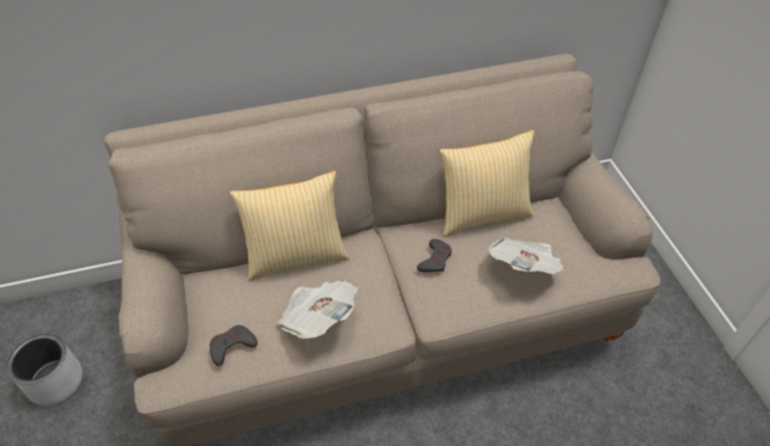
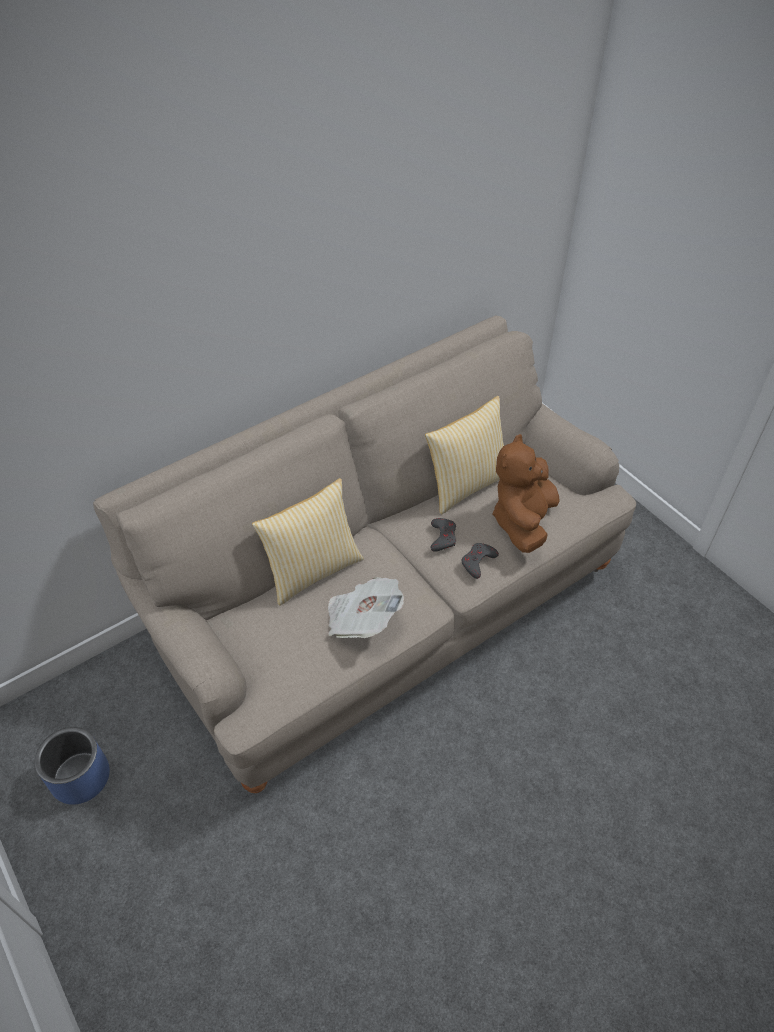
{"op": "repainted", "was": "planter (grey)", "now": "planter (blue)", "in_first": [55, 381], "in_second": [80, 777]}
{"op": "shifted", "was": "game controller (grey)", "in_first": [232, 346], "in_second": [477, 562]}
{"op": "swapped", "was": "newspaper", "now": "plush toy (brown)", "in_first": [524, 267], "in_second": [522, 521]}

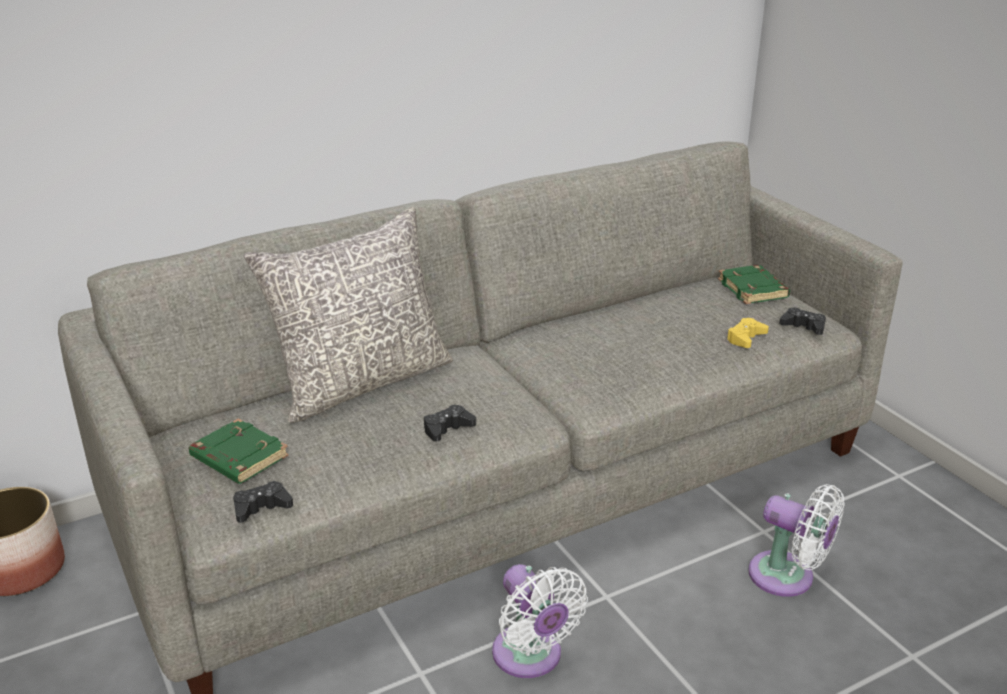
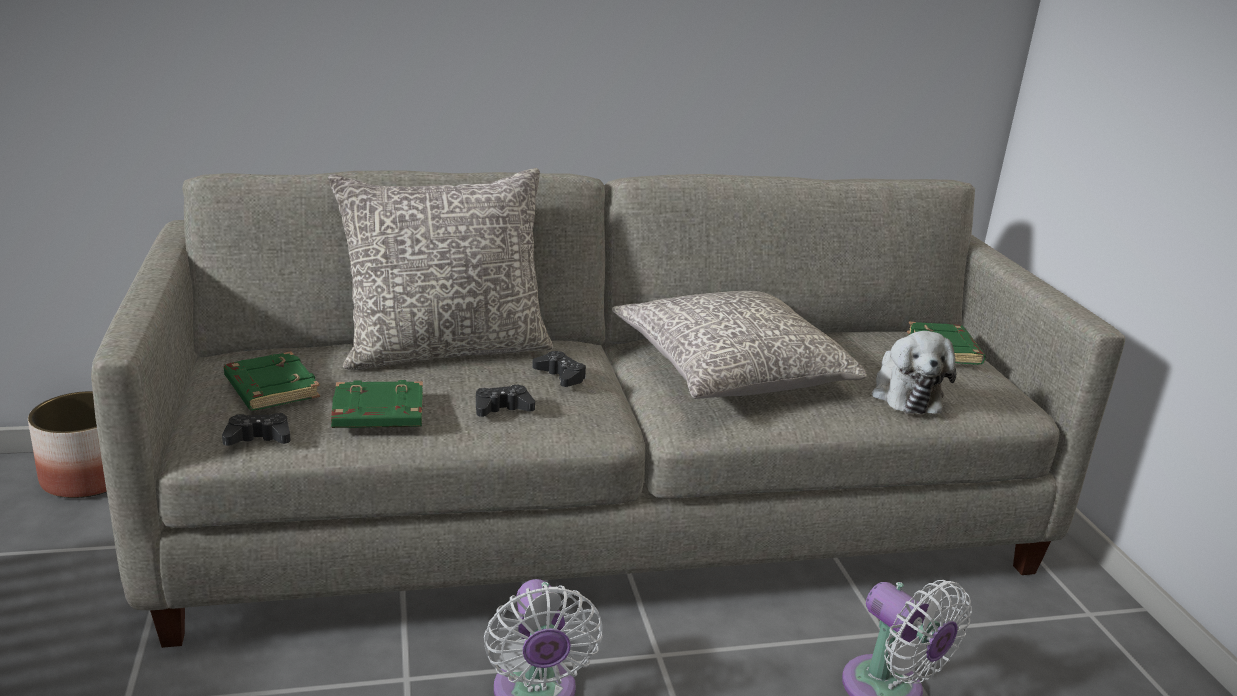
{"op": "swapped", "was": "game controller (yellow)", "now": "plush toy", "in_first": [745, 338], "in_second": [905, 394]}
{"op": "shifted", "was": "game controller (black)", "in_first": [803, 326], "in_second": [560, 376]}
{"op": "new", "now": "book (green)", "in_second": [377, 414]}
{"op": "new", "now": "pillow (grey)", "in_second": [729, 370]}

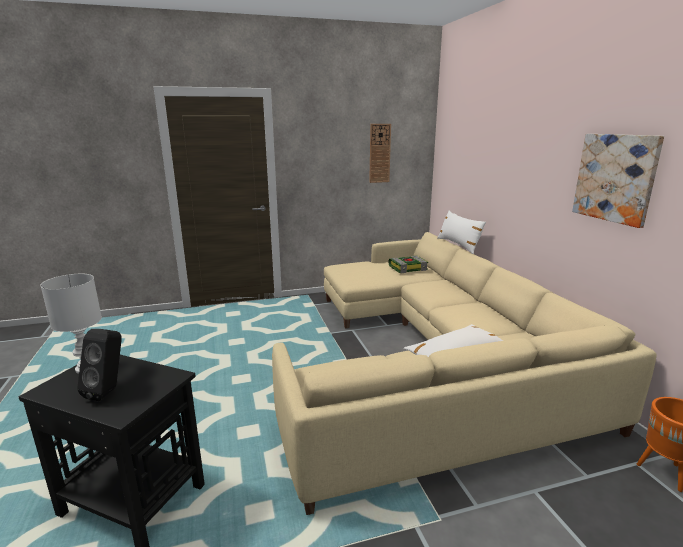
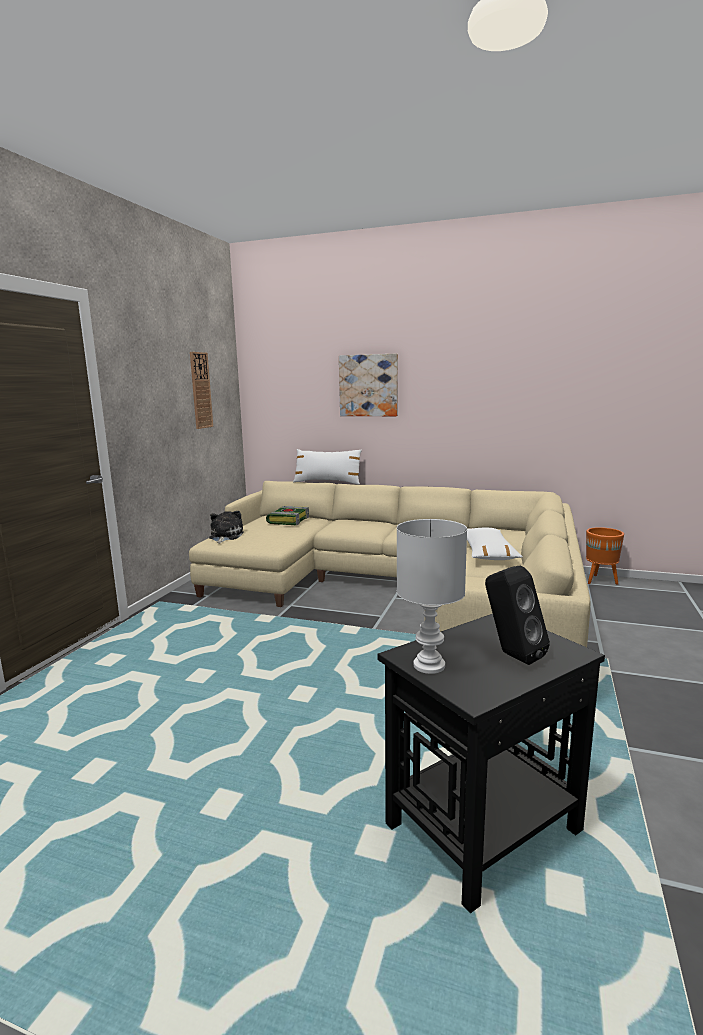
{"op": "shifted", "was": "picture", "in_first": [615, 178], "in_second": [368, 385]}
{"op": "new", "now": "plush toy", "in_second": [225, 536]}

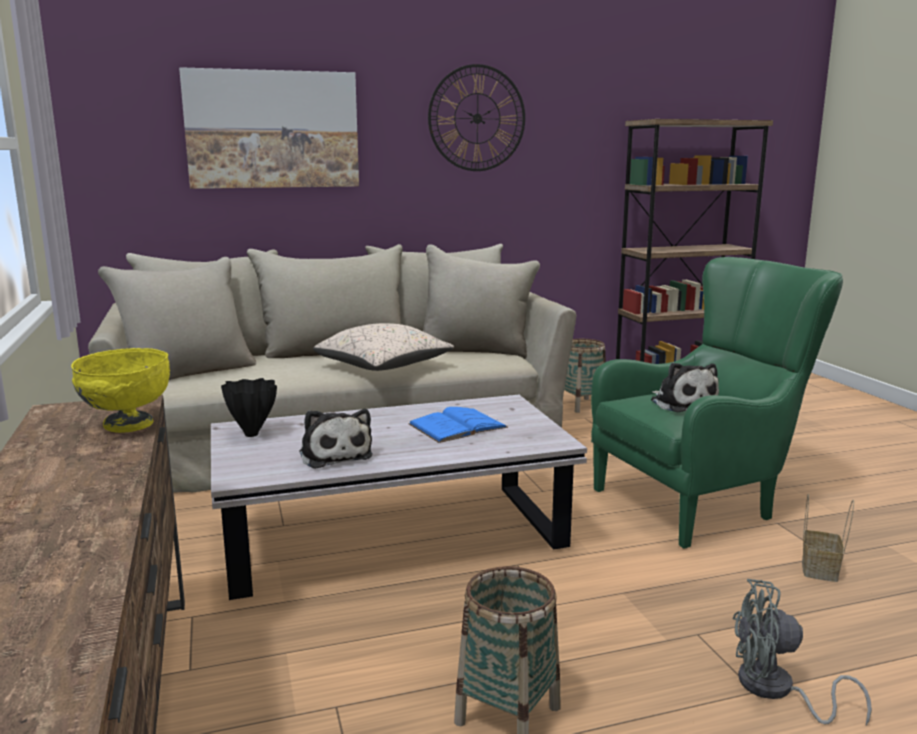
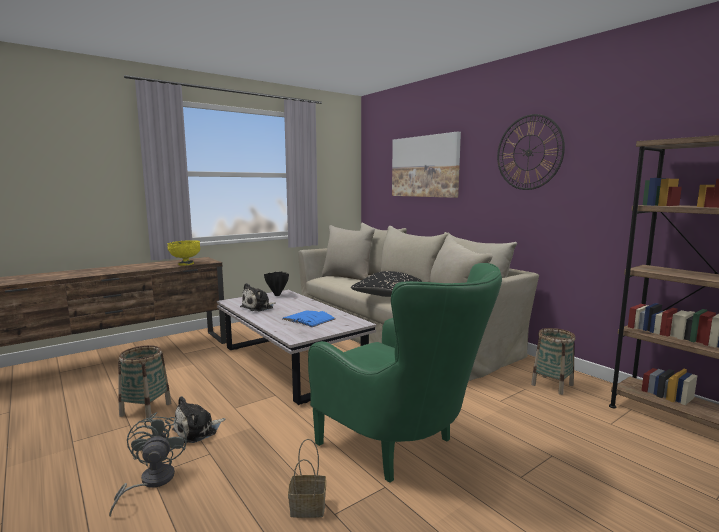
{"op": "repainted", "was": "pillow (beige)", "now": "pillow (black)", "in_first": [384, 367], "in_second": [387, 296]}
{"op": "shifted", "was": "plush toy", "in_first": [682, 403], "in_second": [197, 430]}

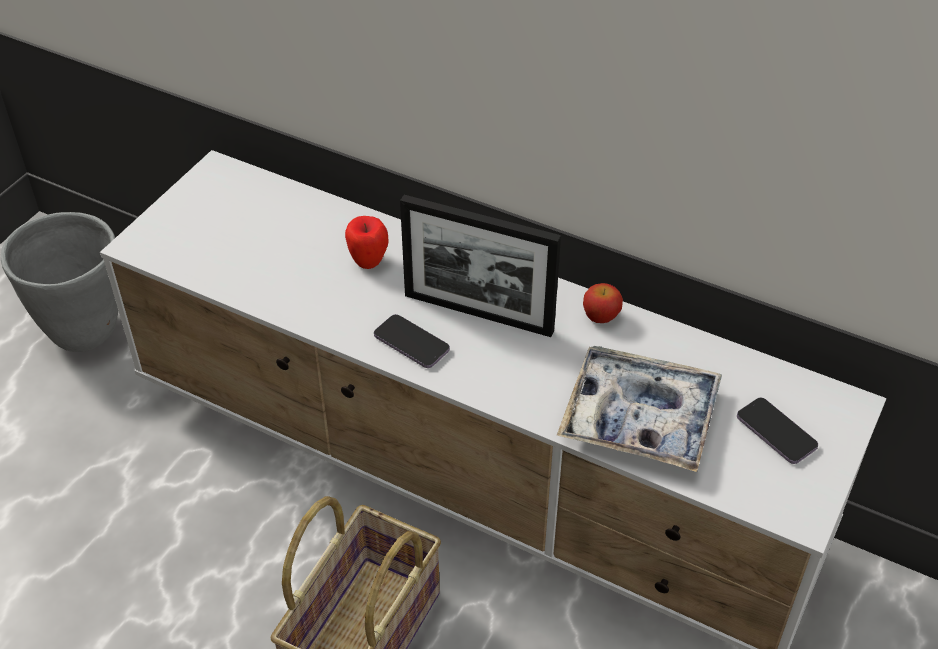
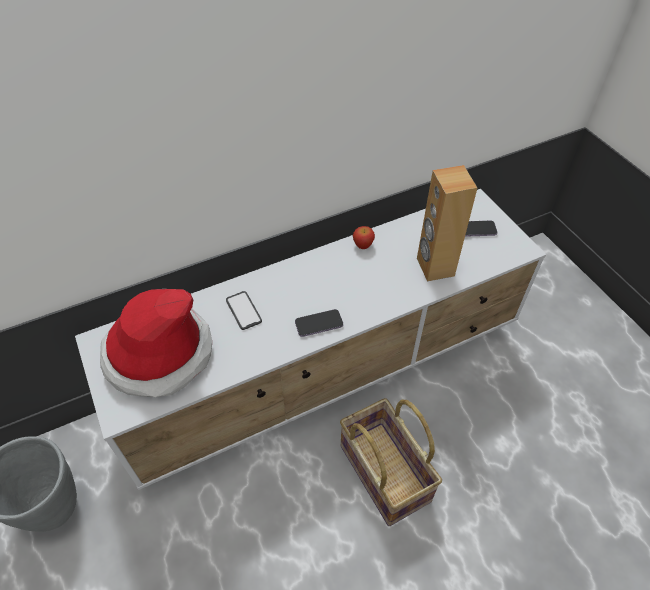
{"op": "swapped", "was": "apple", "now": "phone", "in_first": [368, 261], "in_second": [243, 310]}
{"op": "gone", "was": "picture frame", "in_first": [478, 313]}
{"op": "swapped", "was": "tray", "now": "speaker (brown)", "in_first": [639, 418], "in_second": [434, 267]}
{"op": "new", "now": "hat", "in_second": [158, 353]}

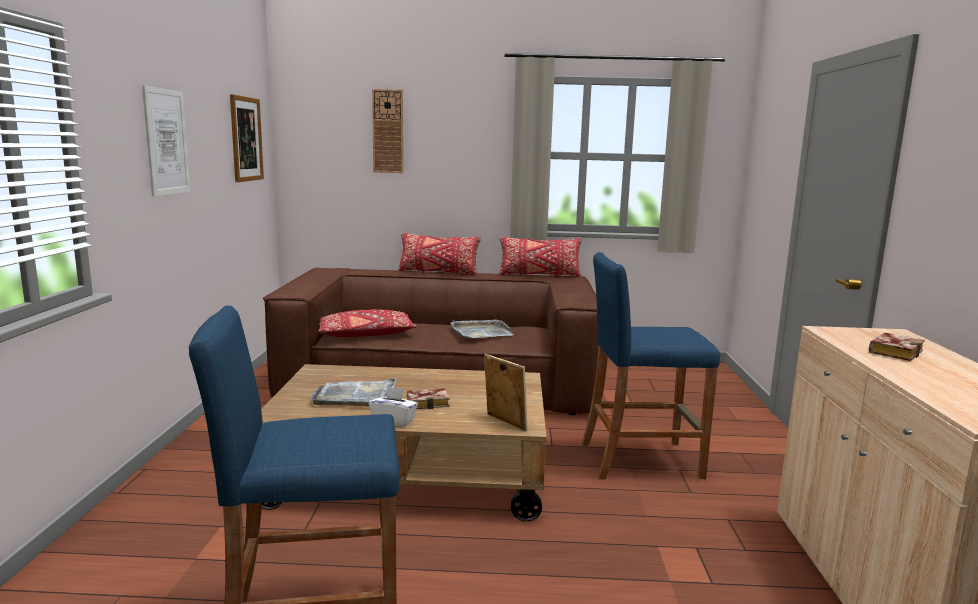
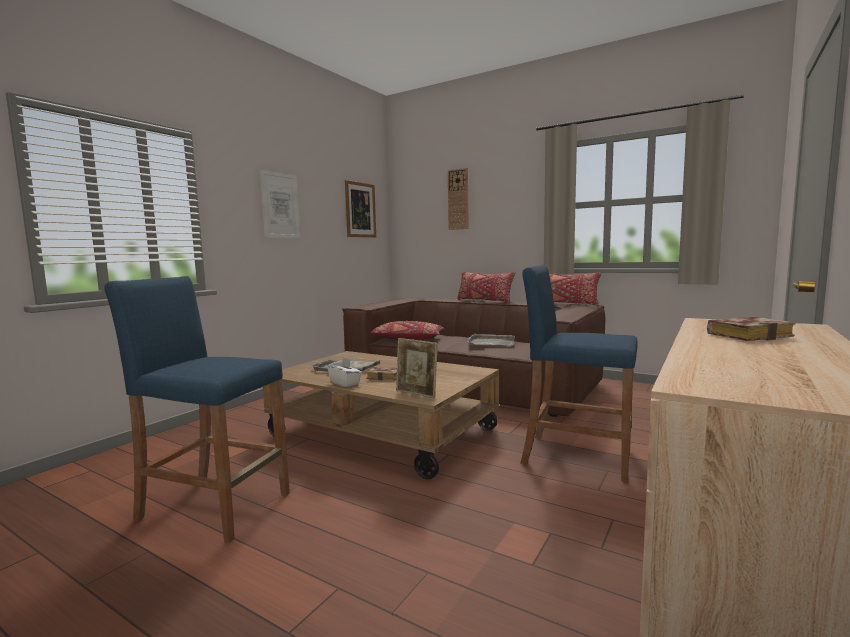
{"op": "rotated", "was": "picture frame", "in_first": [504, 423], "in_second": [416, 394], "clockwise": 135}

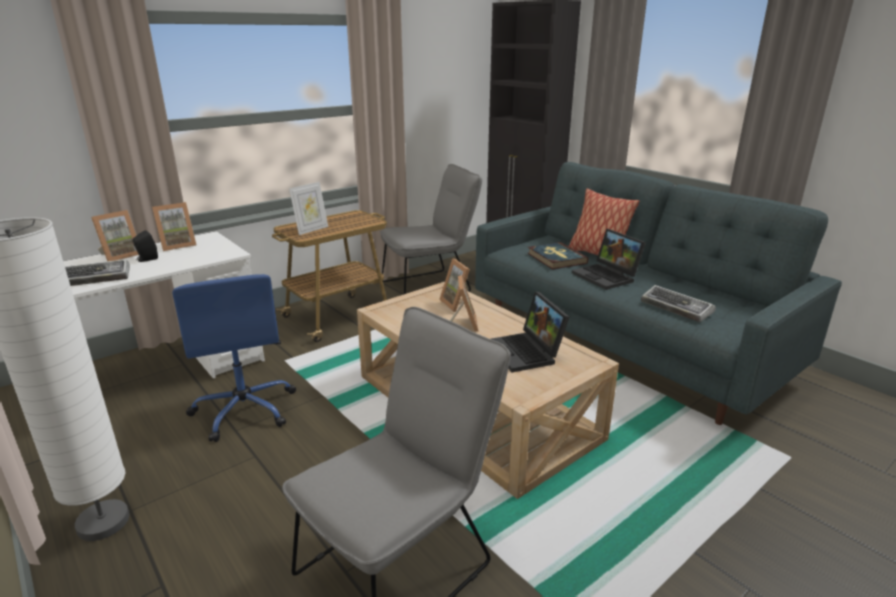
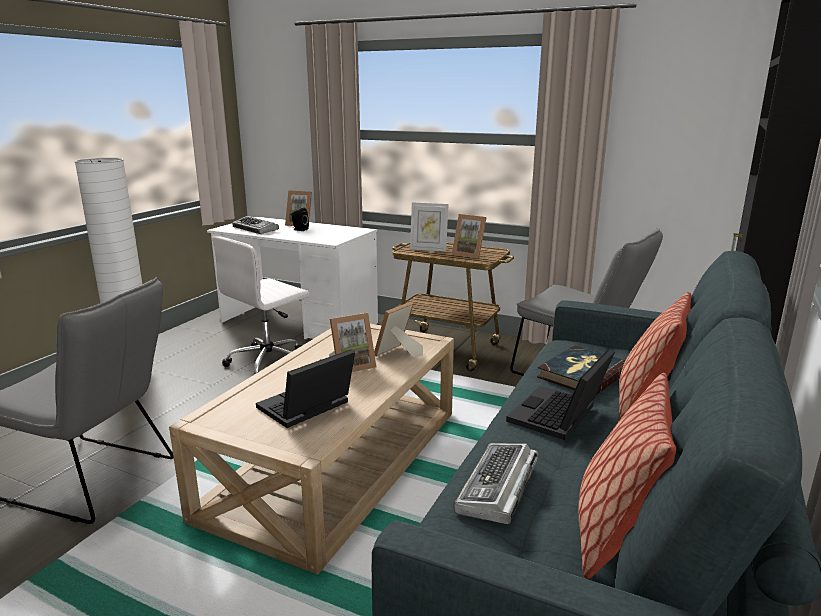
{"op": "shifted", "was": "picture frame", "in_first": [177, 245], "in_second": [469, 254]}
{"op": "repainted", "was": "office chair (blue)", "now": "office chair (white)", "in_first": [245, 409], "in_second": [270, 362]}
{"op": "new", "now": "pillow", "in_second": [615, 531]}

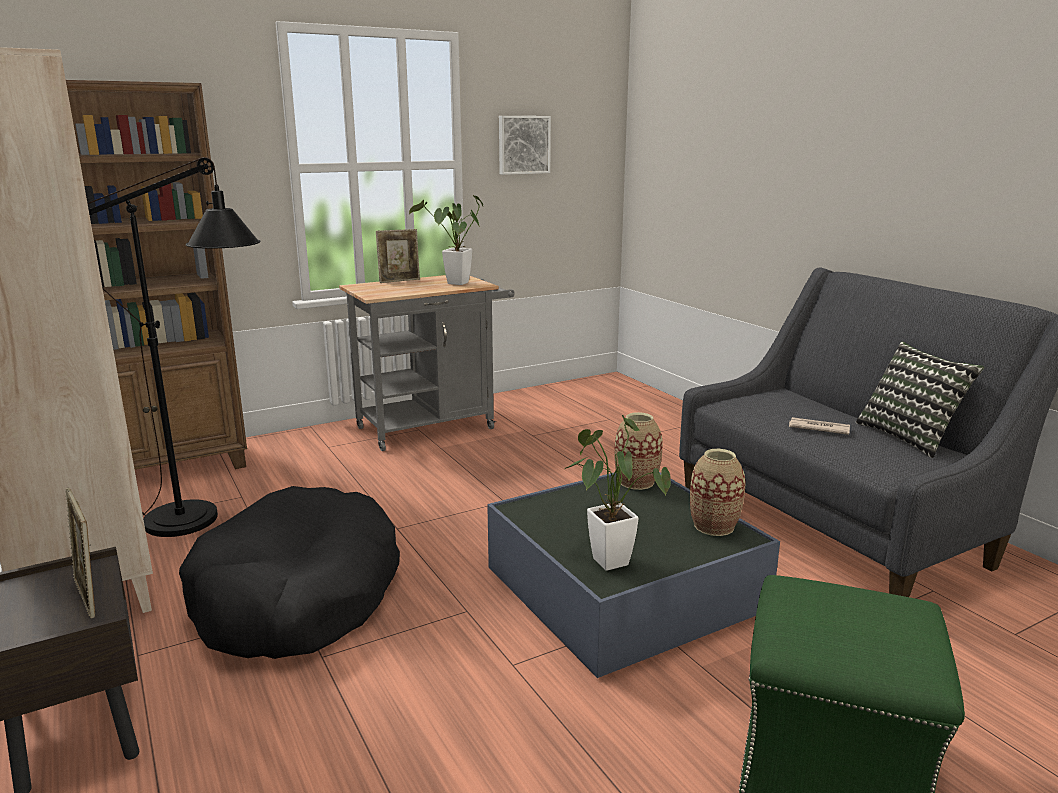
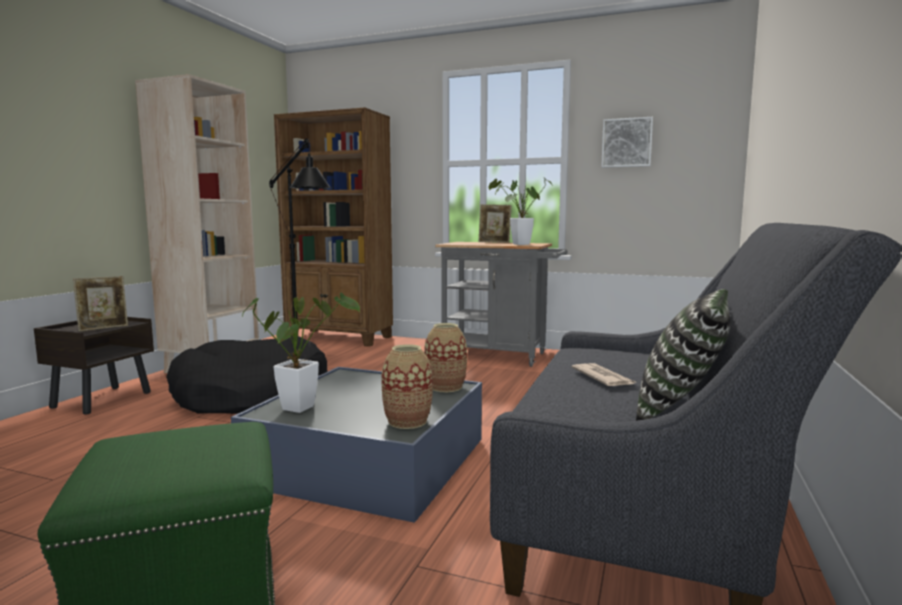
{"op": "rotated", "was": "picture frame", "in_first": [89, 597], "in_second": [104, 328], "clockwise": -150}

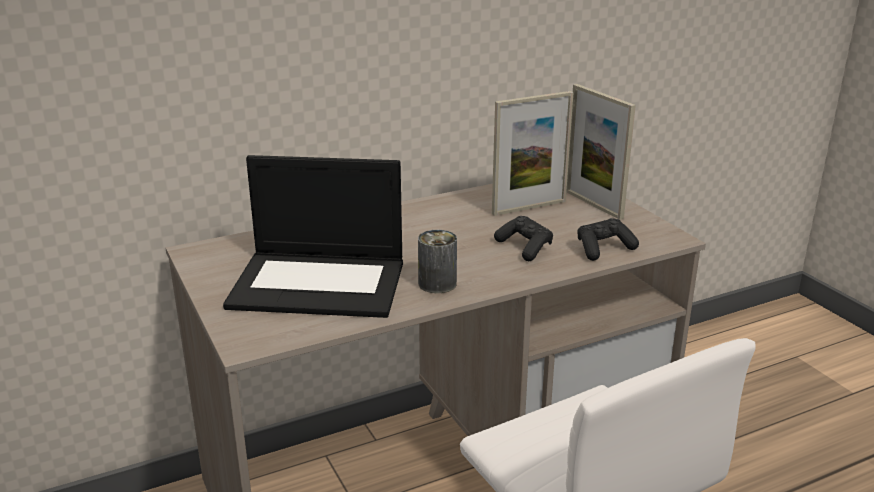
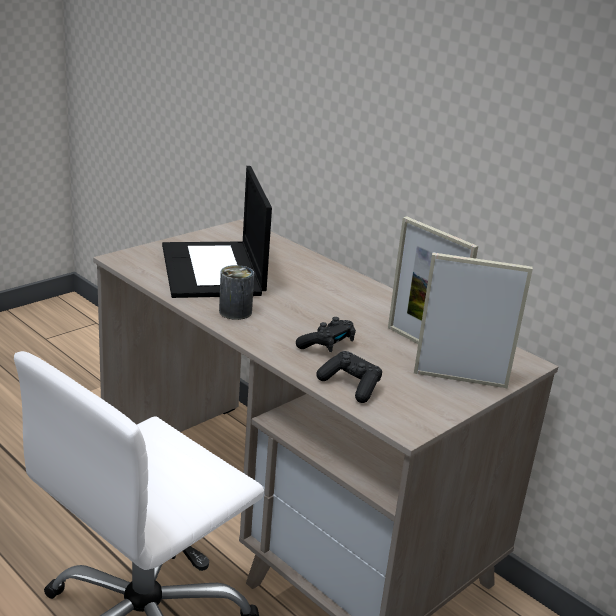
{"op": "rotated", "was": "picture frame", "in_first": [593, 204], "in_second": [460, 379], "clockwise": 60}

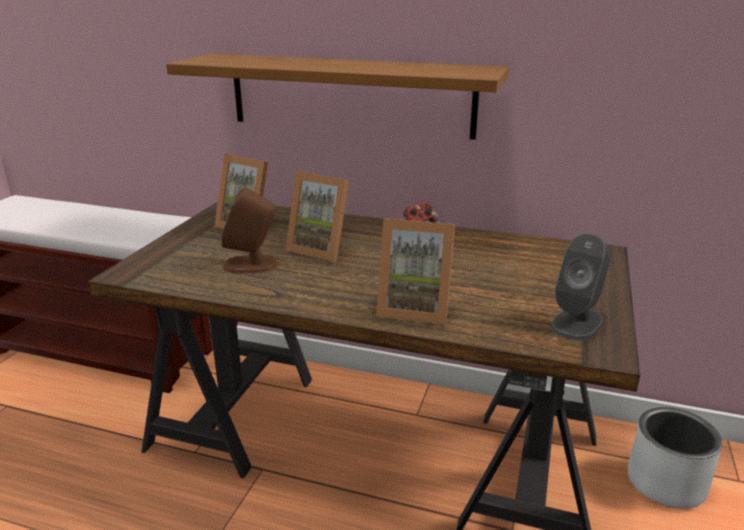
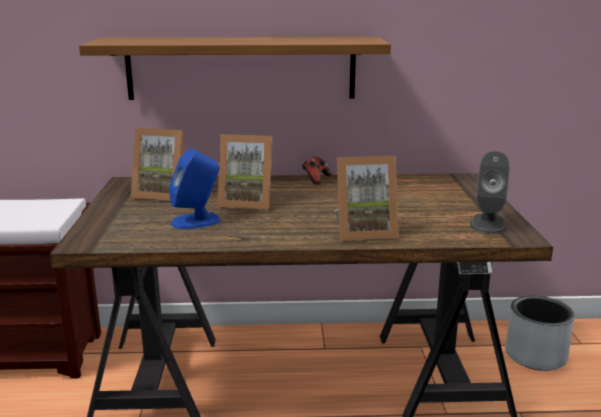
{"op": "repainted", "was": "speaker (brown)", "now": "speaker (blue)", "in_first": [251, 265], "in_second": [196, 221]}

